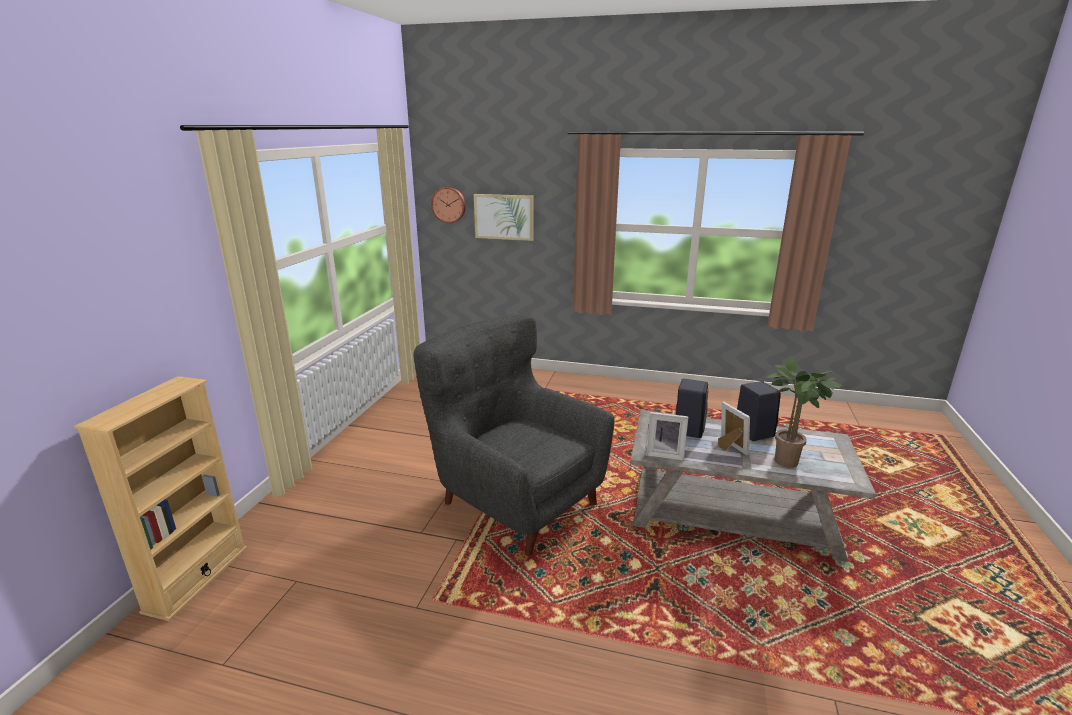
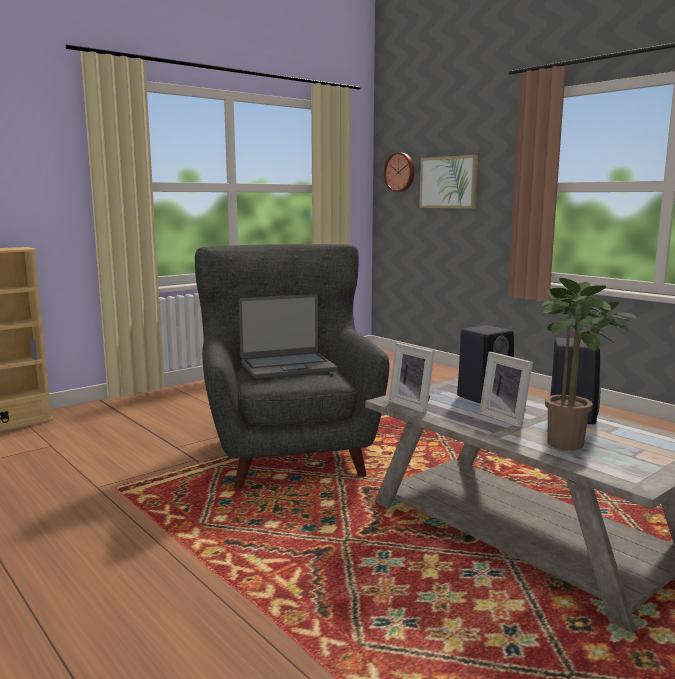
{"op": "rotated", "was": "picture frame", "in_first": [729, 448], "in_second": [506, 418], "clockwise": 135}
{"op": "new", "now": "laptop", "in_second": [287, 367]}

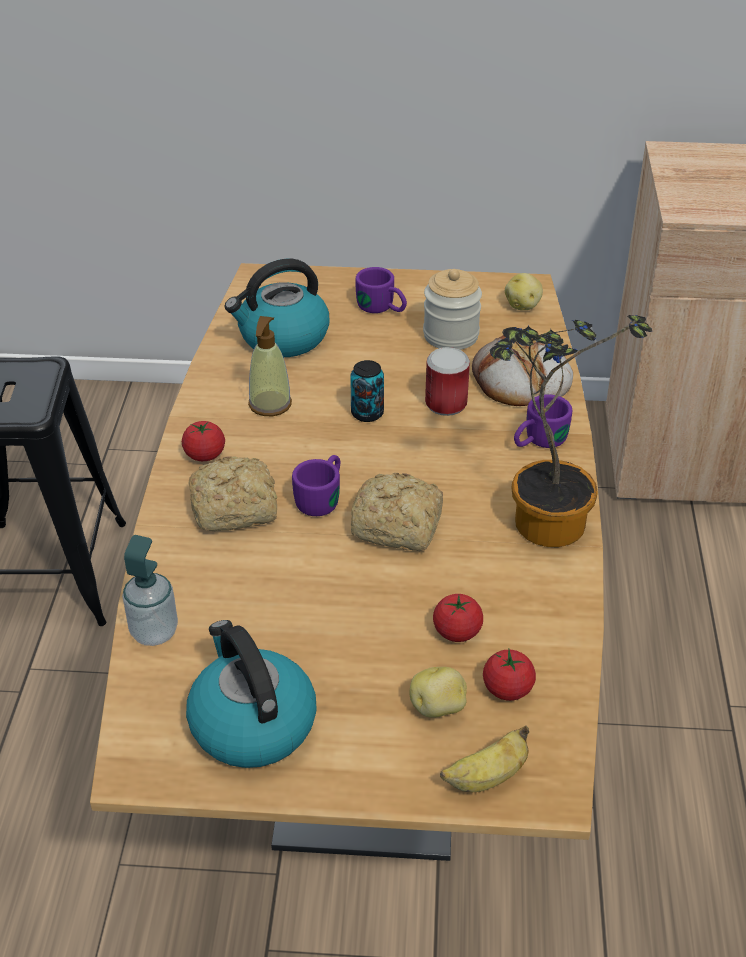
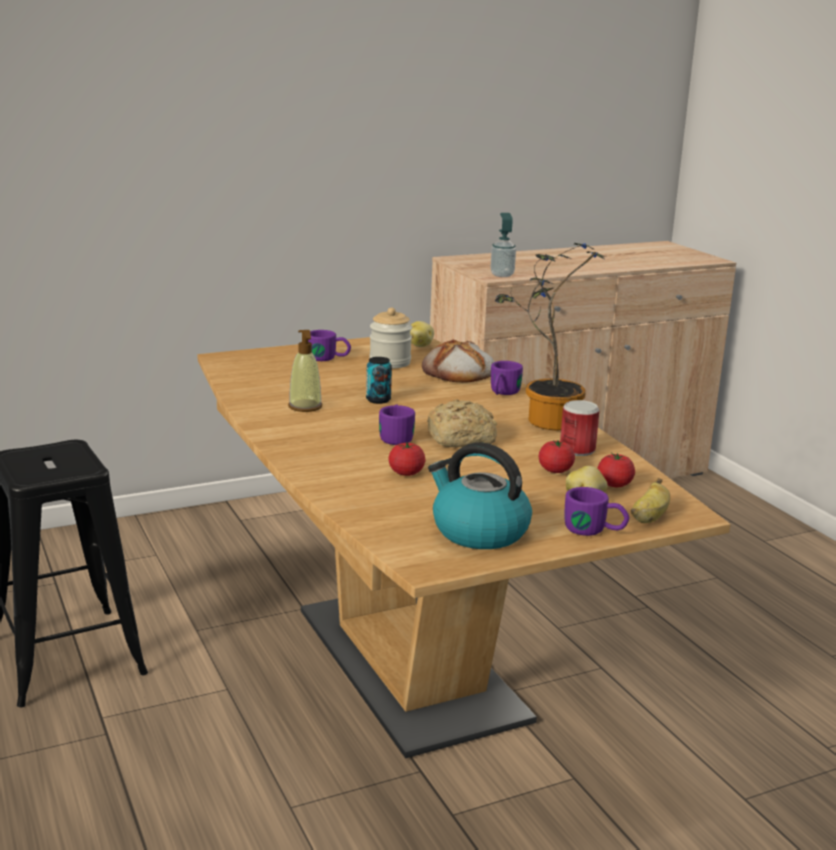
{"op": "shifted", "was": "soap dispenser", "in_first": [154, 632], "in_second": [502, 275]}
{"op": "shifted", "was": "tomato", "in_first": [204, 455], "in_second": [406, 473]}
{"op": "gone", "was": "bread", "in_first": [237, 508]}
{"op": "gone", "was": "kettle", "in_first": [282, 338]}
{"op": "shifted", "was": "can", "in_first": [446, 403], "in_second": [577, 449]}
{"op": "new", "now": "mug (purple)", "in_second": [595, 531]}

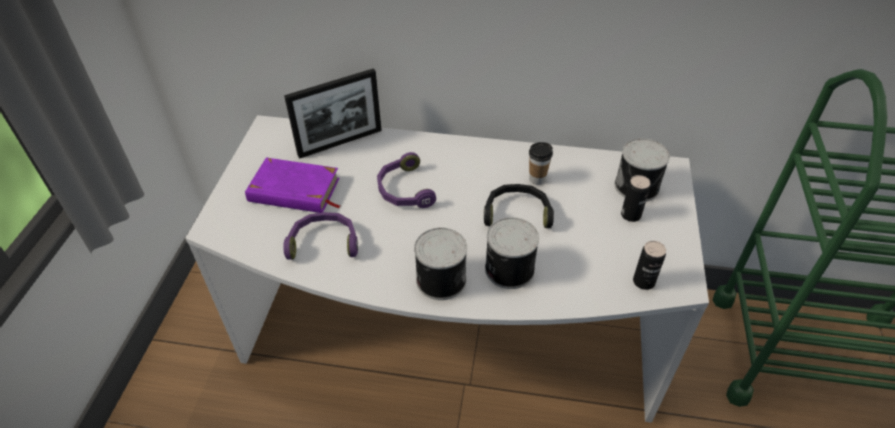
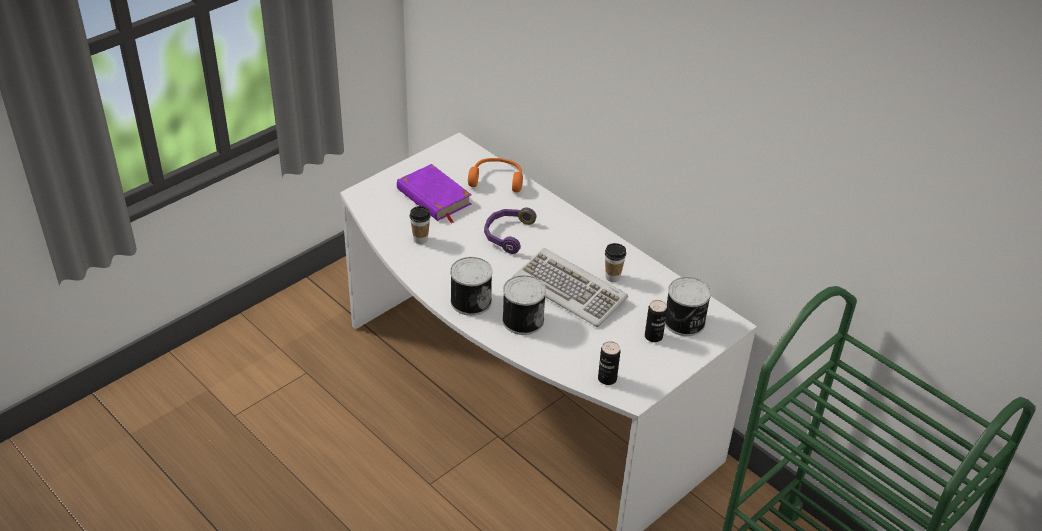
{"op": "swapped", "was": "headphones (purple)", "now": "cup", "in_first": [324, 242], "in_second": [420, 239]}
{"op": "swapped", "was": "picture frame", "now": "headphones (orange)", "in_first": [340, 143], "in_second": [497, 180]}
{"op": "swapped", "was": "headphones (black)", "now": "keyboard", "in_first": [517, 212], "in_second": [570, 290]}

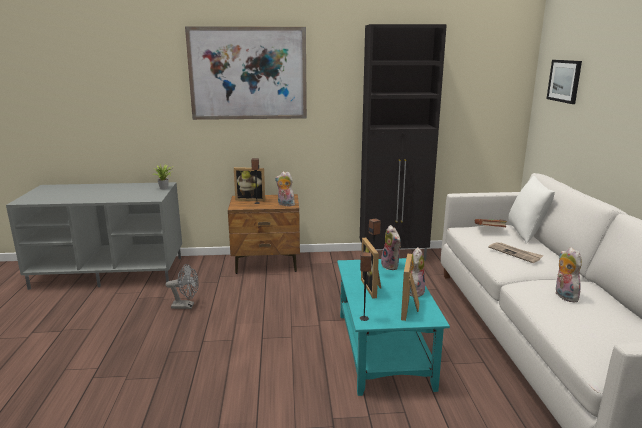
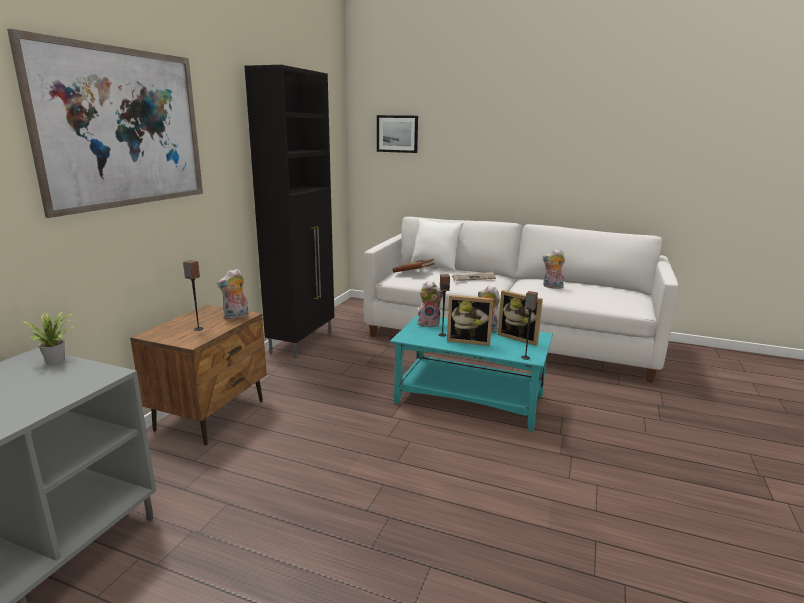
{"op": "gone", "was": "fan (grey)", "in_first": [186, 306]}
{"op": "gone", "was": "picture frame", "in_first": [251, 199]}

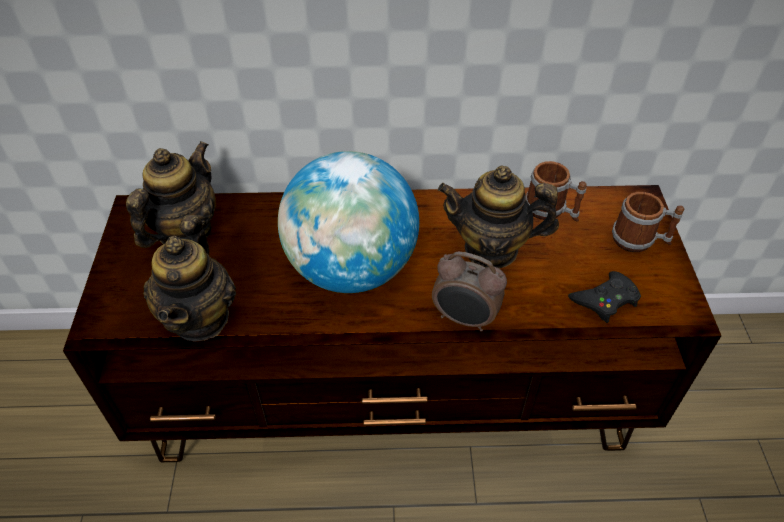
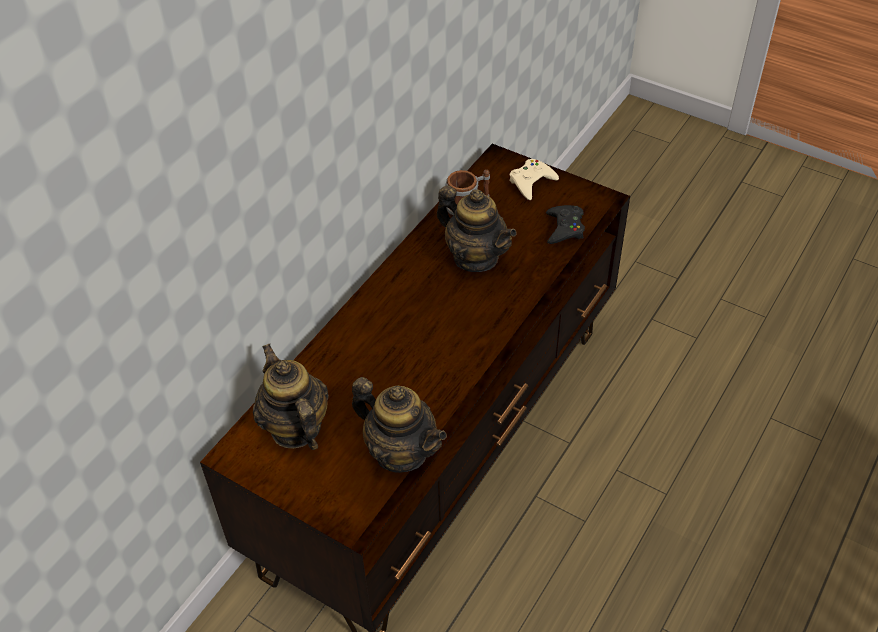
{"op": "gone", "was": "globe", "in_first": [352, 269]}
{"op": "gone", "was": "alarm clock", "in_first": [464, 319]}
{"op": "rotated", "was": "teapot", "in_first": [491, 249], "in_second": [475, 257], "clockwise": -90}
{"op": "swapped", "was": "mug", "now": "game controller (beige)", "in_first": [640, 240], "in_second": [531, 182]}

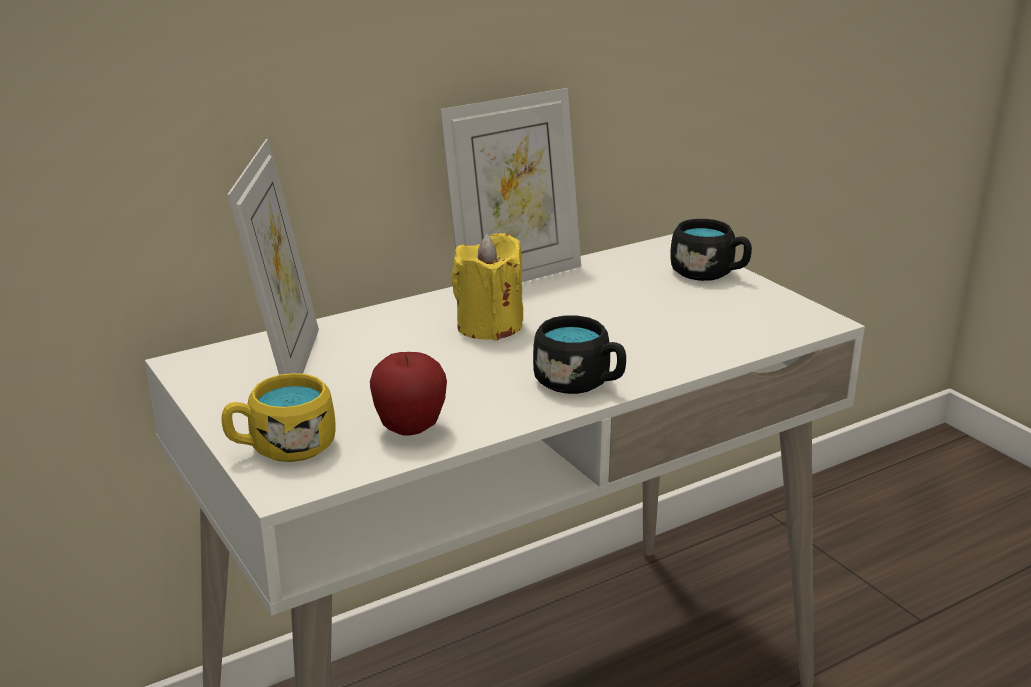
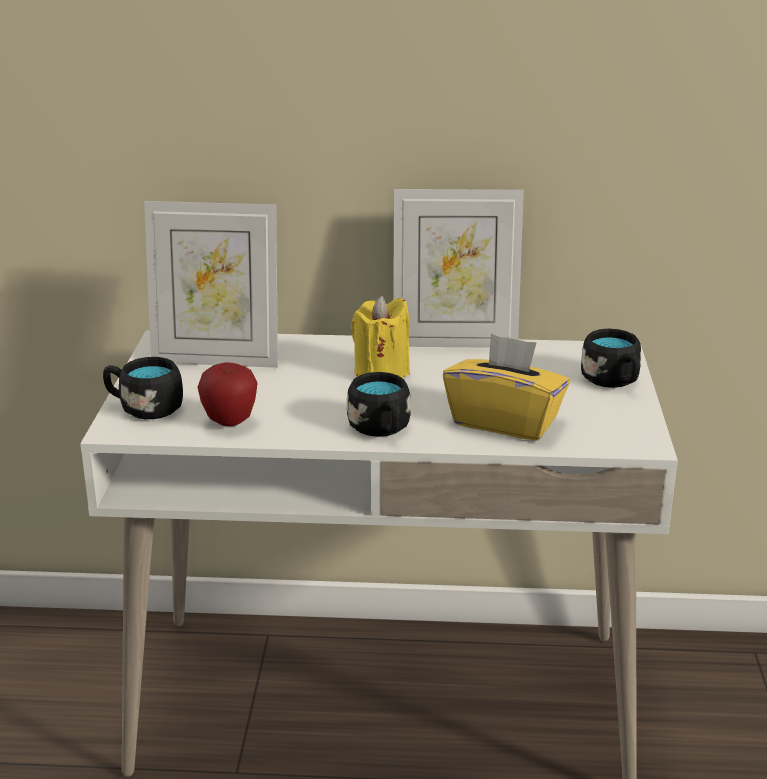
{"op": "repainted", "was": "mug (yellow)", "now": "mug (black)", "in_first": [282, 448], "in_second": [144, 408]}
{"op": "rotated", "was": "picture frame", "in_first": [287, 366], "in_second": [216, 359], "clockwise": 60}
{"op": "new", "now": "tissue box (yellow)", "in_second": [505, 422]}

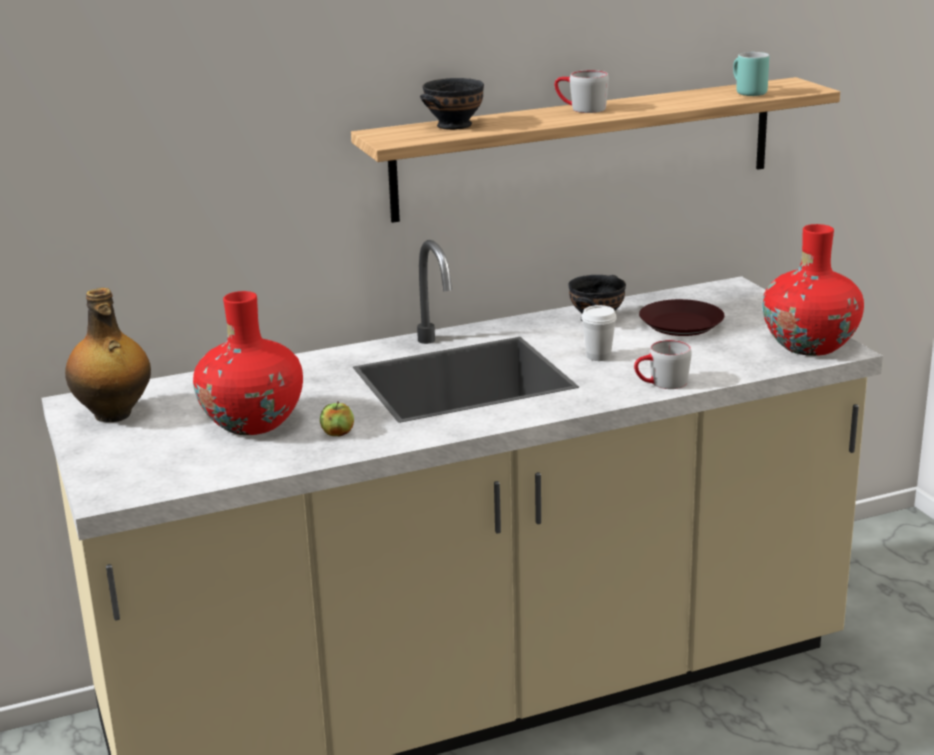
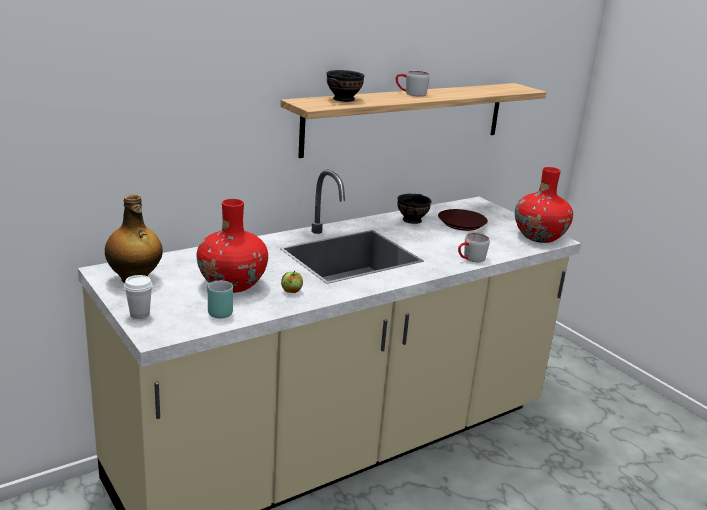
{"op": "shifted", "was": "cup (white)", "in_first": [598, 356], "in_second": [139, 314]}
{"op": "shifted", "was": "mug (turquoise)", "in_first": [745, 92], "in_second": [216, 311]}

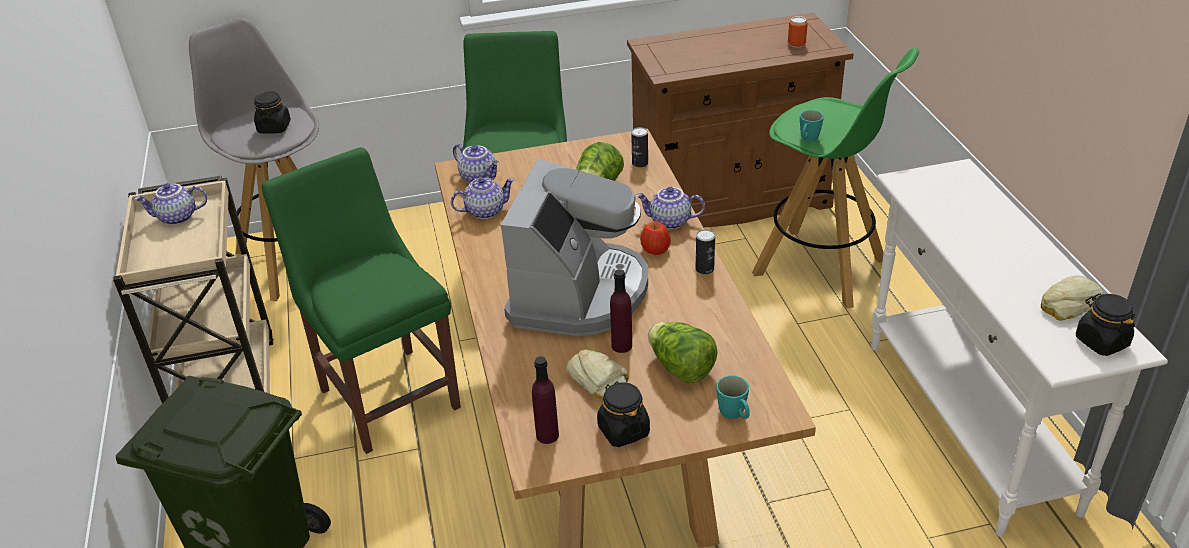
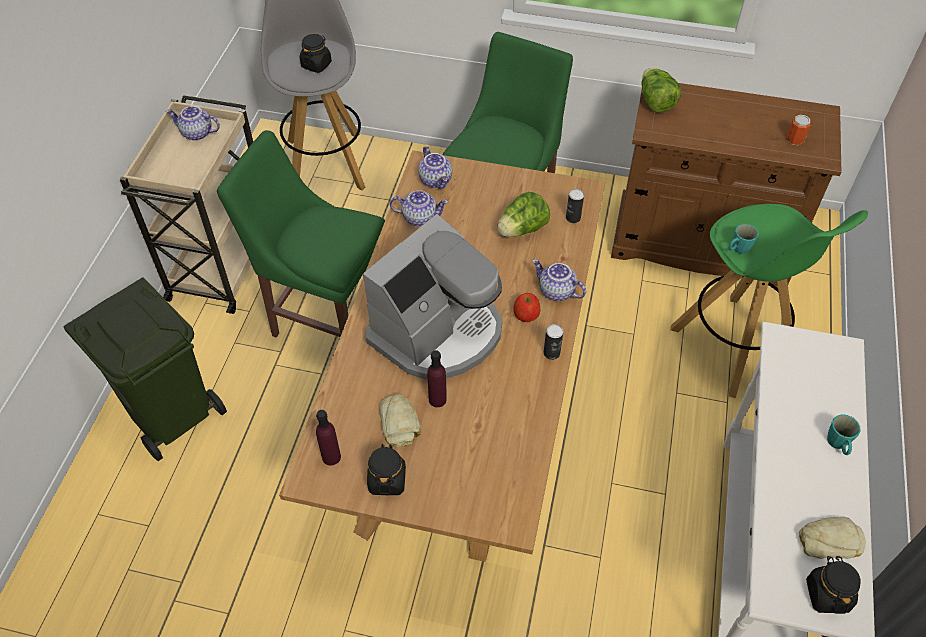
{"op": "rotated", "was": "chair (green)", "in_first": [387, 394], "in_second": [325, 316], "clockwise": -60}
{"op": "shifted", "was": "lettuce", "in_first": [680, 368], "in_second": [655, 102]}
{"op": "shifted", "was": "mug (turquoise)", "in_first": [734, 414], "in_second": [838, 445]}

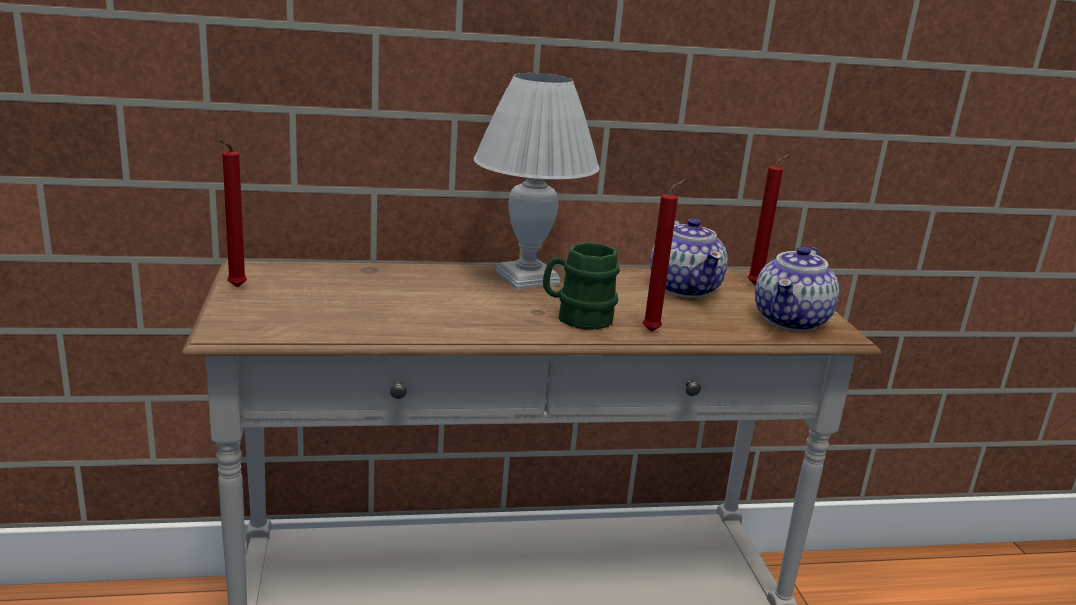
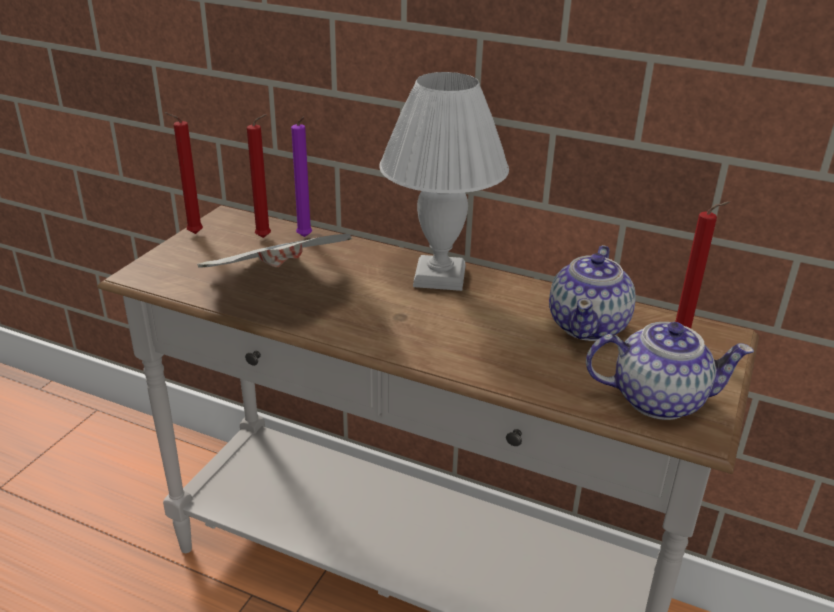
{"op": "gone", "was": "mug (green)", "in_first": [577, 318]}
{"op": "shifted", "was": "candle (red)", "in_first": [654, 331], "in_second": [266, 238]}
{"op": "rotated", "was": "teapot", "in_first": [791, 321], "in_second": [659, 399], "clockwise": -150}
{"op": "new", "now": "newspaper", "in_second": [277, 289]}
{"op": "new", "now": "candle (purple)", "in_second": [305, 238]}

